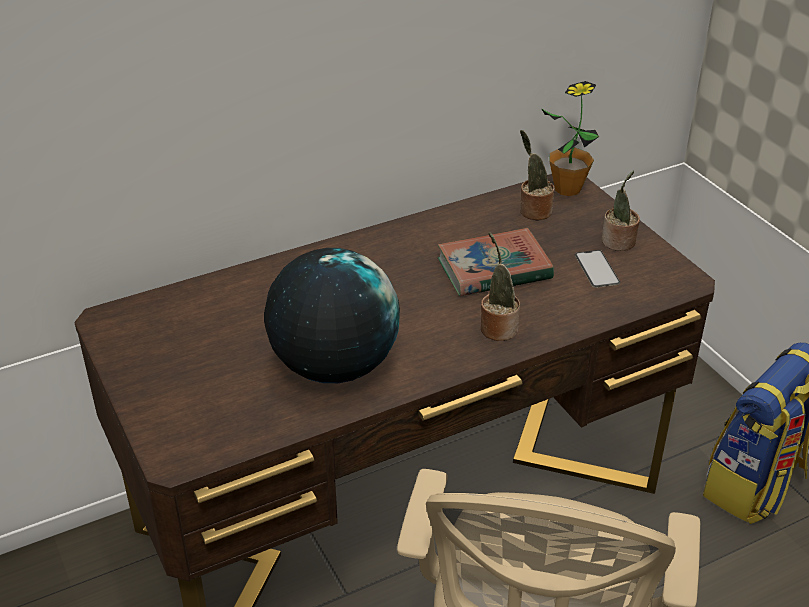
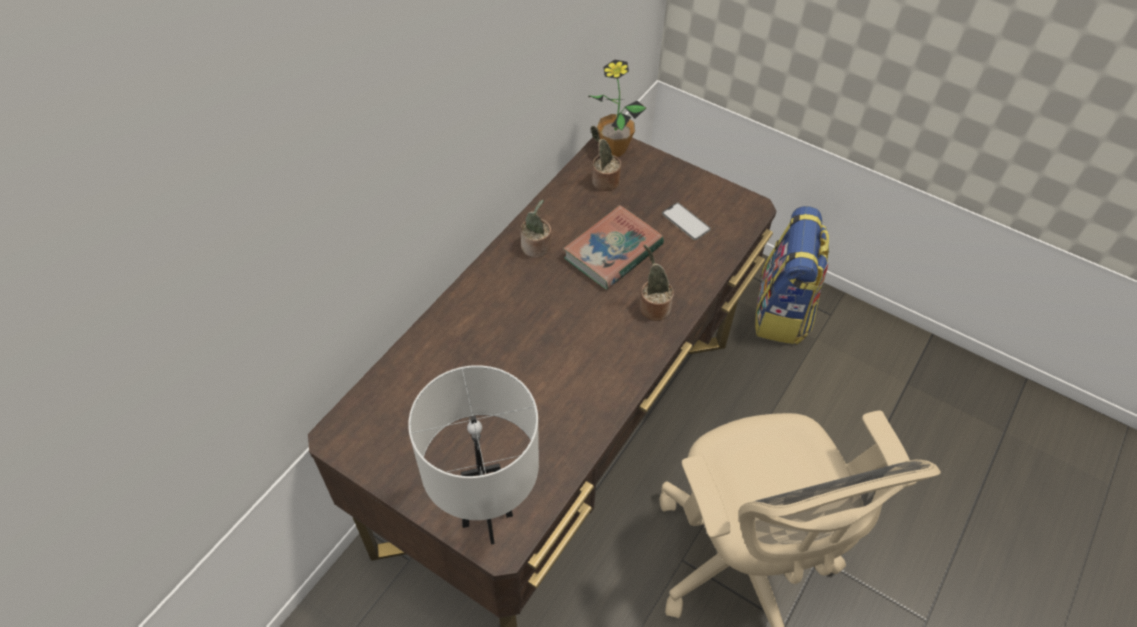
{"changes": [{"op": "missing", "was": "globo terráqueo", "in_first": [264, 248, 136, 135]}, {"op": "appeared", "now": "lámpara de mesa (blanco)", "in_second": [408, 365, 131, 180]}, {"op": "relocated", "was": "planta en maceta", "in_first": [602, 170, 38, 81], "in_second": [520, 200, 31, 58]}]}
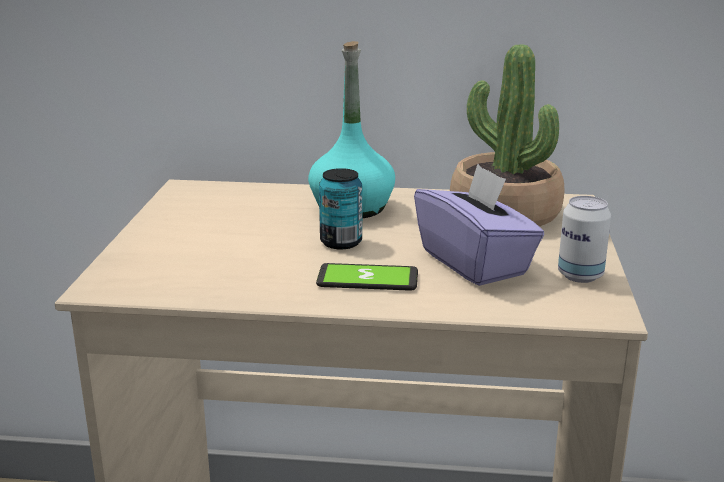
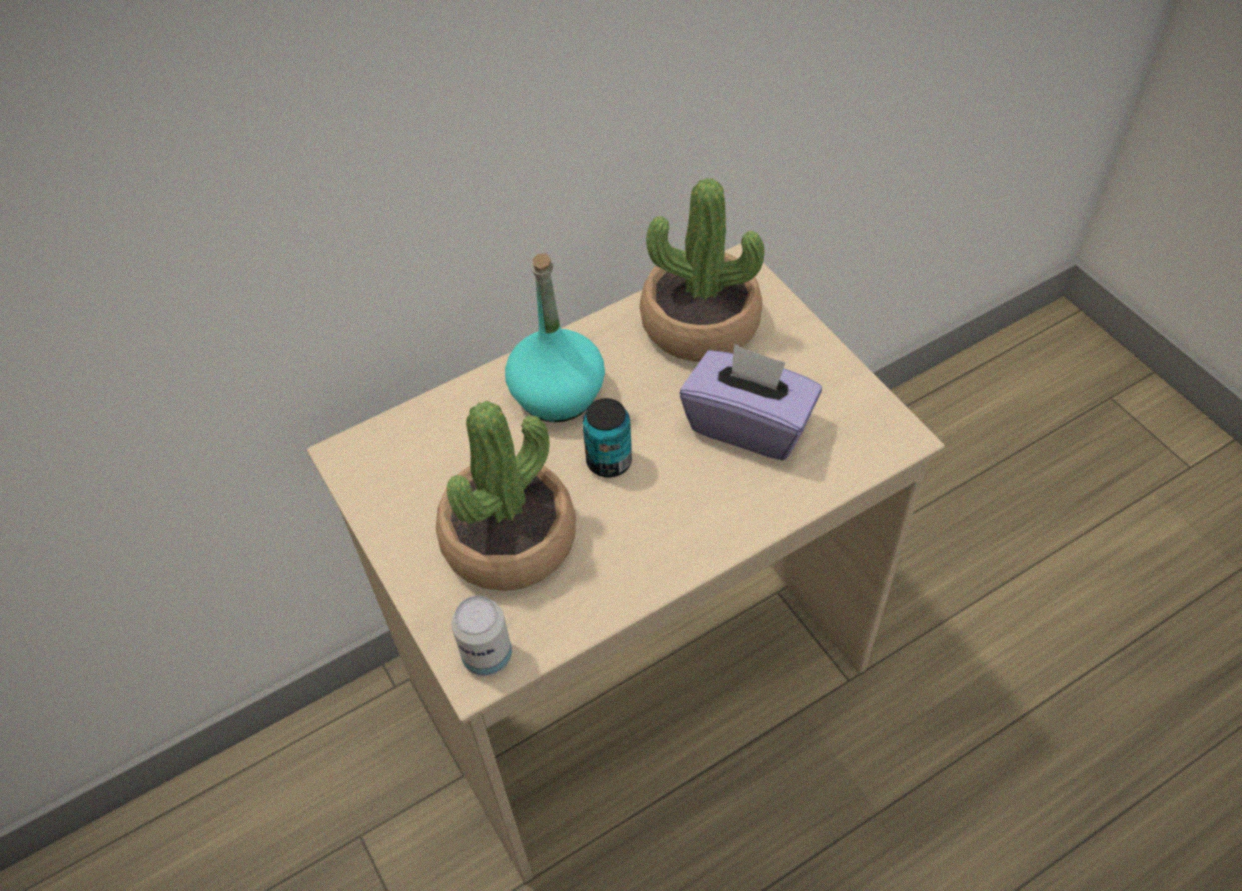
{"changes": [{"op": "missing", "was": "móvil", "in_first": [316, 263, 102, 28]}, {"op": "appeared", "now": "planta en maceta", "in_second": [436, 401, 140, 190]}, {"op": "relocated", "was": "lata", "in_first": [558, 196, 53, 87], "in_second": [451, 596, 61, 80]}]}
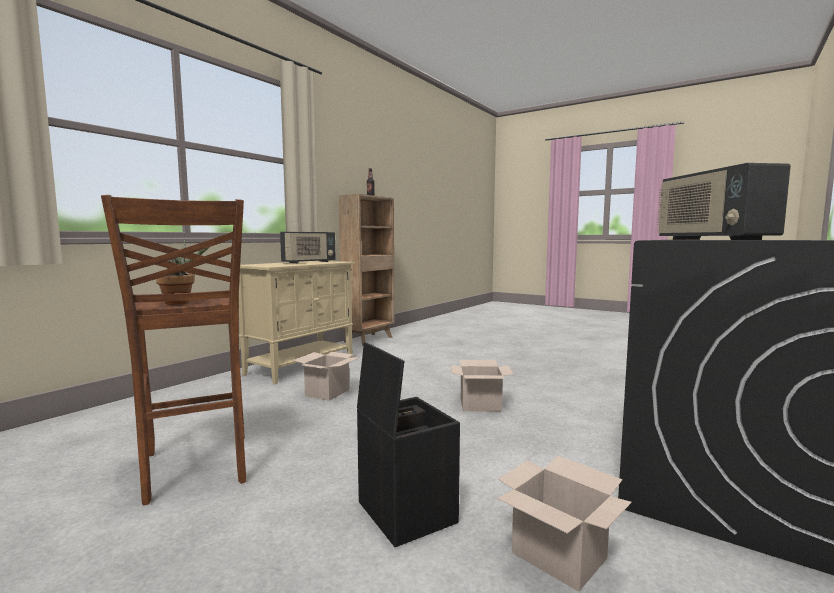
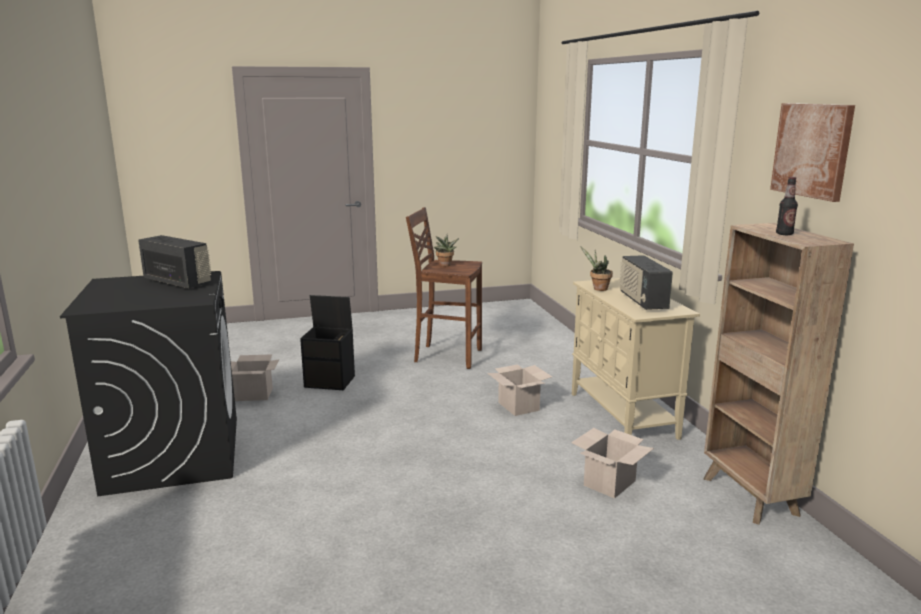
{"changes": [{"op": "appeared", "now": "planta en maceta", "in_second": [580, 246, 33, 45]}, {"op": "appeared", "now": "cuadro", "in_second": [770, 103, 85, 99]}, {"op": "relocated", "was": "caja de cartón", "in_first": [451, 360, 62, 52], "in_second": [571, 428, 83, 71]}]}
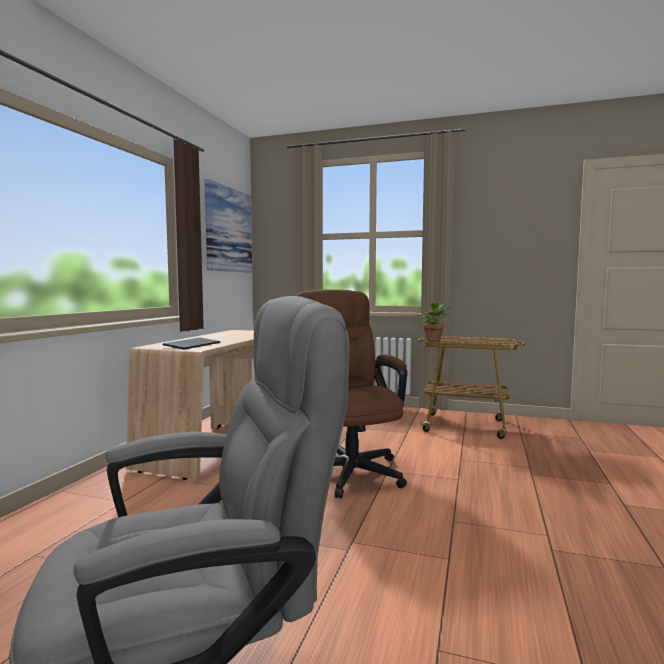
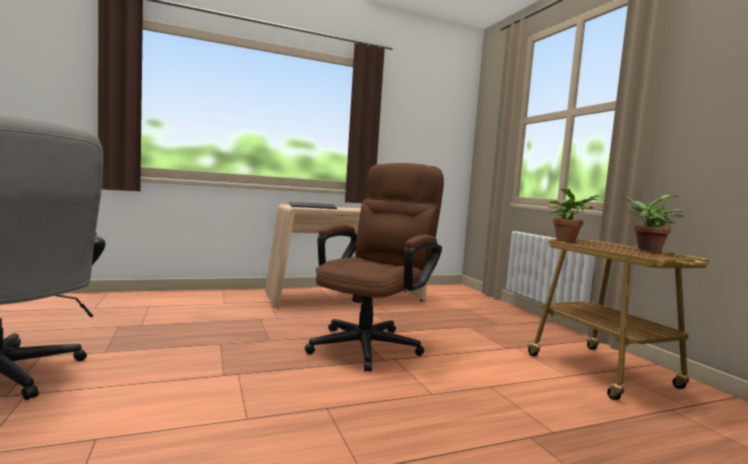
{"changes": [{"op": "missing", "was": "cuadro", "in_first": [205, 179, 47, 94]}, {"op": "appeared", "now": "planta en maceta", "in_second": [621, 195, 63, 57]}]}
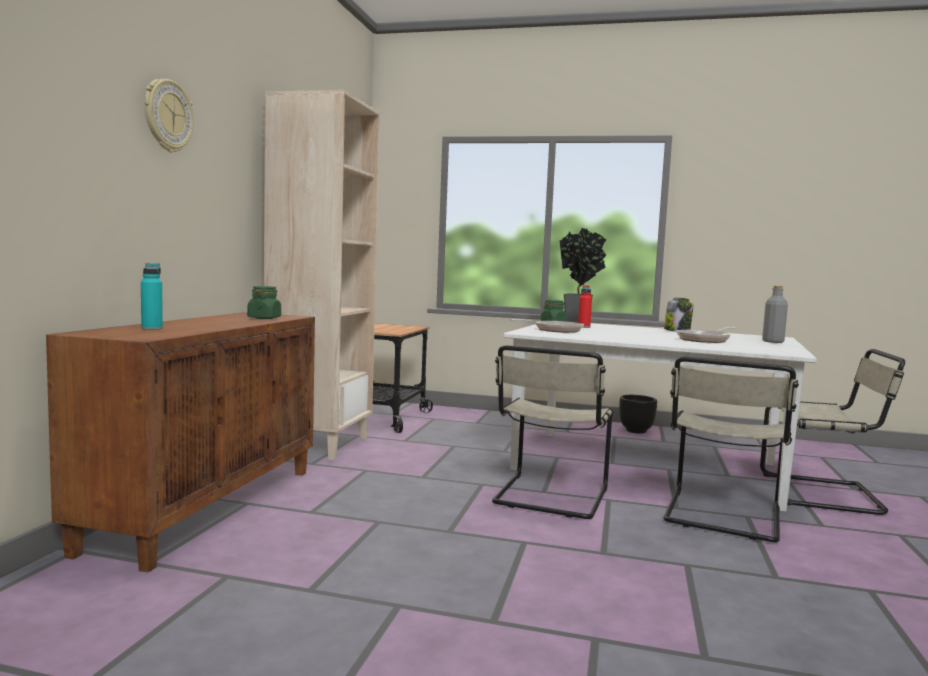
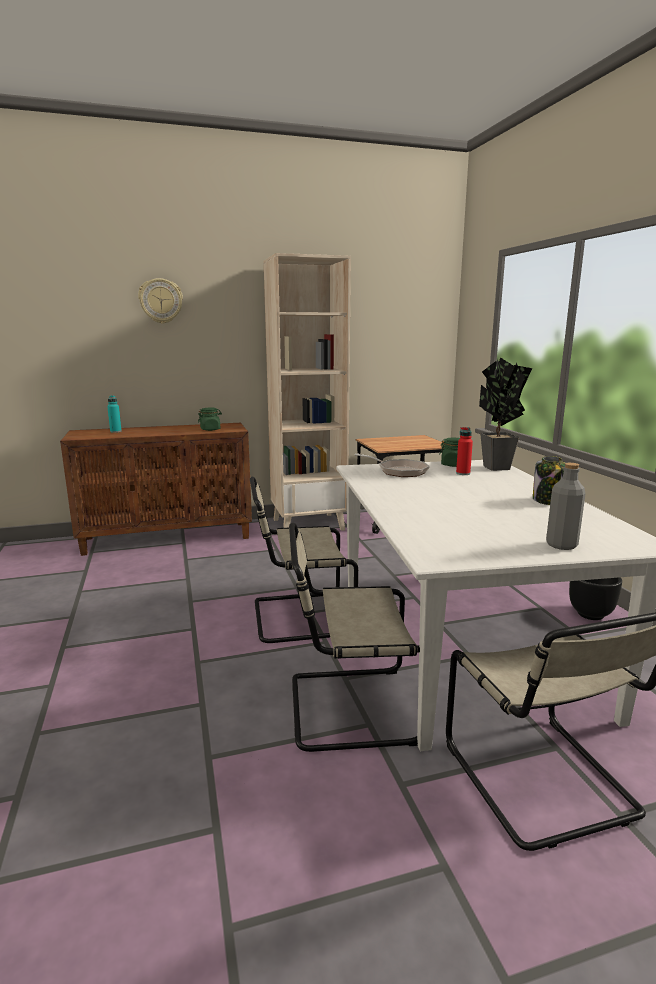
{"changes": [{"op": "missing", "was": "sartén", "in_first": [676, 327, 60, 16]}]}
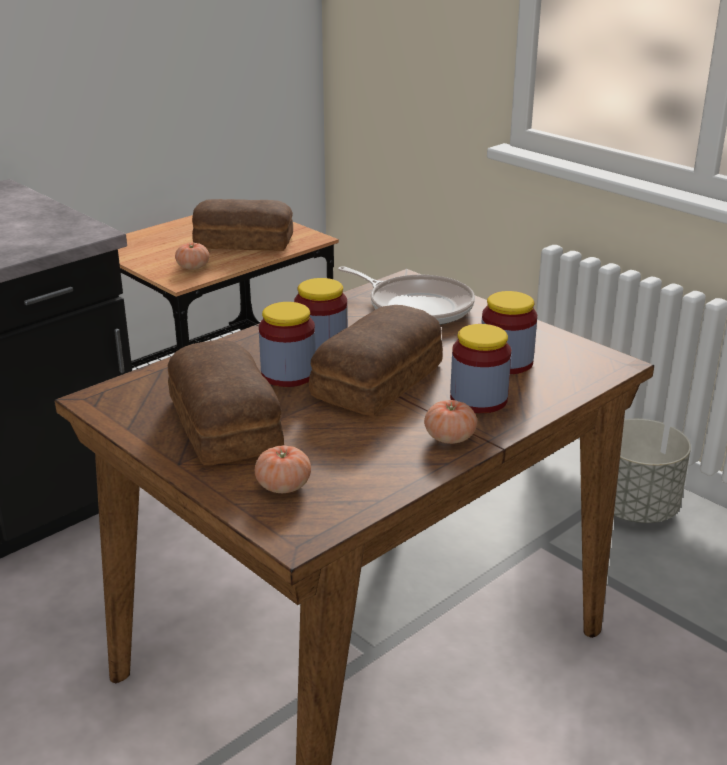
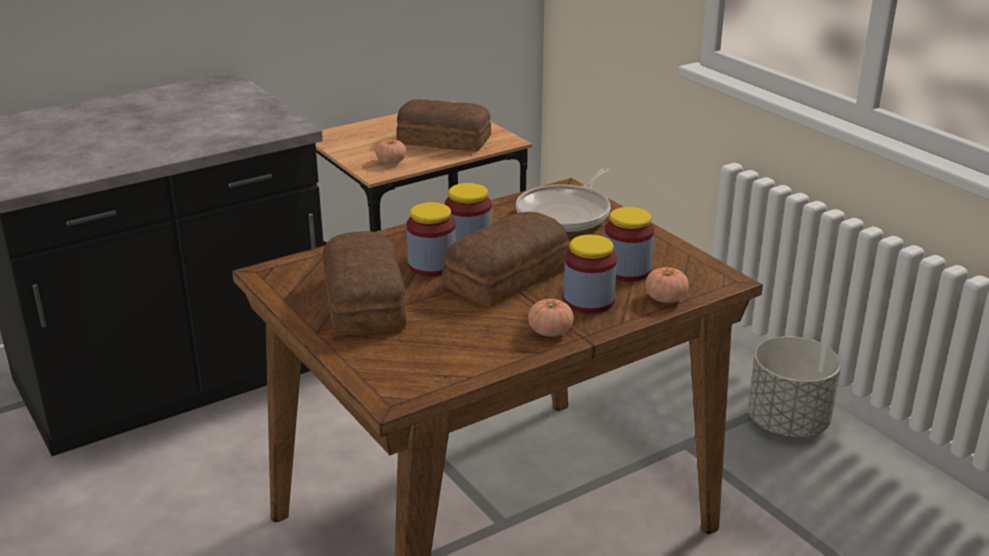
{"changes": [{"op": "relocated", "was": "tomate", "in_first": [255, 446, 56, 47], "in_second": [645, 267, 44, 36]}, {"op": "spun", "was": "sartén", "in_first": [338, 266, 137, 59], "in_second": [516, 168, 94, 65], "clockwise": 75}]}
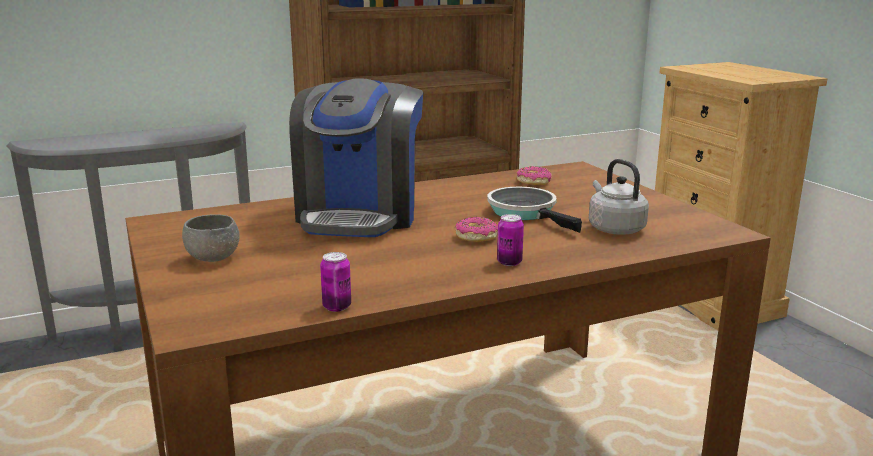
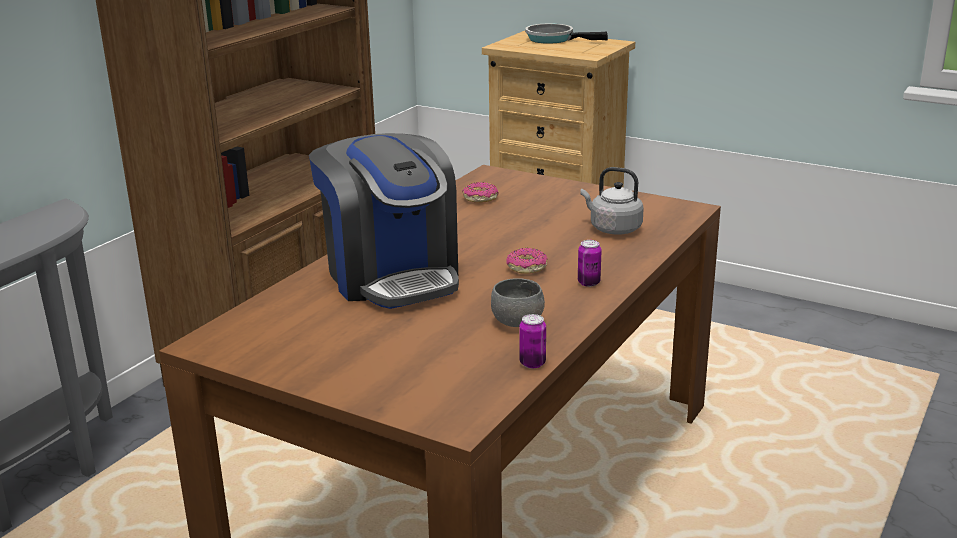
{"changes": [{"op": "relocated", "was": "cuenco (gris)", "in_first": [182, 214, 58, 48], "in_second": [491, 278, 54, 49]}, {"op": "relocated", "was": "sartén", "in_first": [487, 187, 95, 46], "in_second": [525, 24, 83, 20]}]}
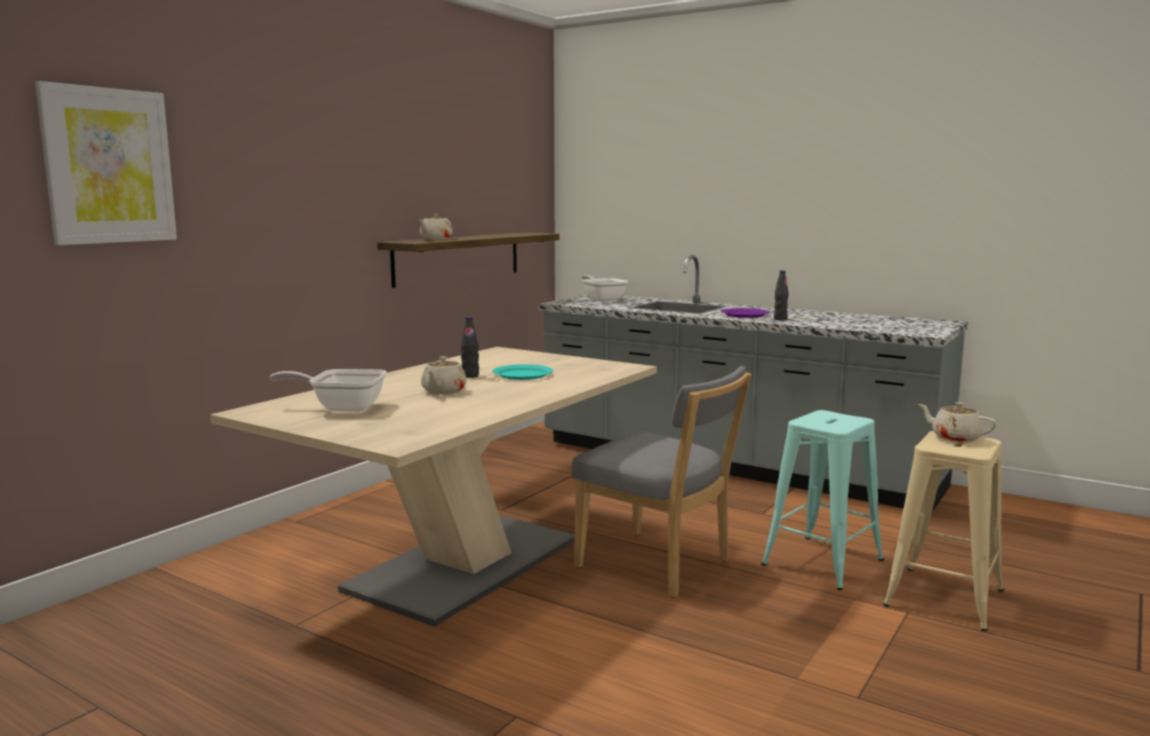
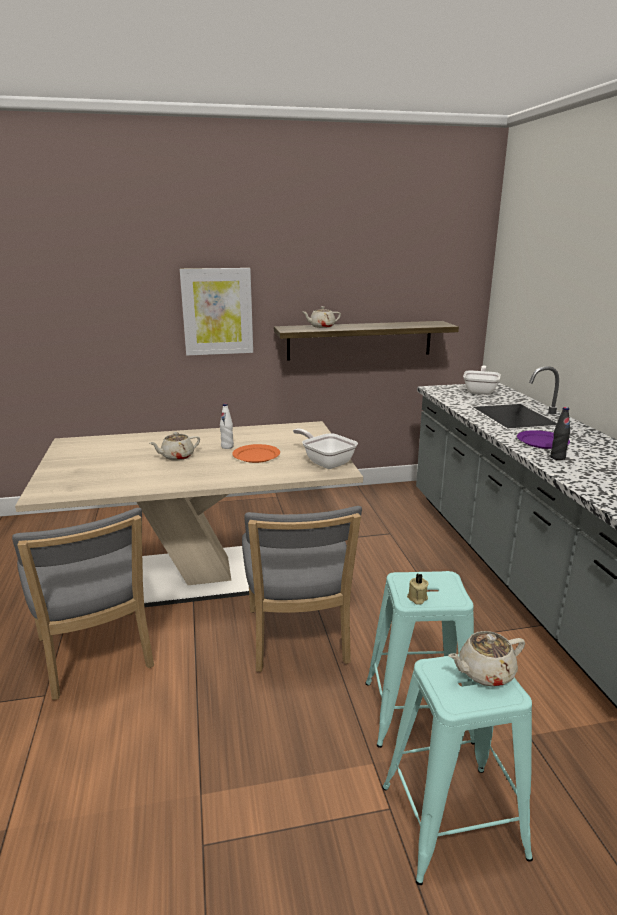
{"changes": [{"op": "appeared", "now": "silla (gris)", "in_second": [12, 508, 142, 192]}, {"op": "appeared", "now": "vela (beis)", "in_second": [407, 573, 22, 32]}, {"op": "relocated", "was": "cuadro", "in_first": [35, 81, 142, 164], "in_second": [180, 268, 73, 87]}, {"op": "relocated", "was": "sartén", "in_first": [270, 369, 117, 43], "in_second": [293, 428, 65, 41]}, {"op": "colour", "was": "botella (negro)", "now": "botella (blanco)", "in_first": [461, 317, 18, 61], "in_second": [220, 403, 14, 46]}, {"op": "colour", "was": "plato (turquesa)", "now": "plato (naranja)", "in_first": [492, 364, 61, 16], "in_second": [232, 444, 48, 19]}, {"op": "colour", "was": "taburete (beis)", "now": "taburete (turquesa)", "in_first": [883, 431, 121, 200], "in_second": [382, 654, 151, 231]}, {"op": "spun", "was": "tetera (beis)", "in_first": [918, 402, 79, 40], "in_second": [448, 631, 77, 56], "clockwise": -105}]}
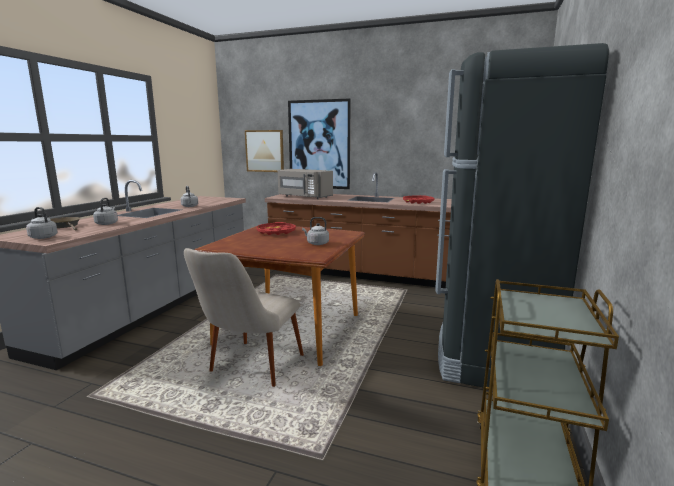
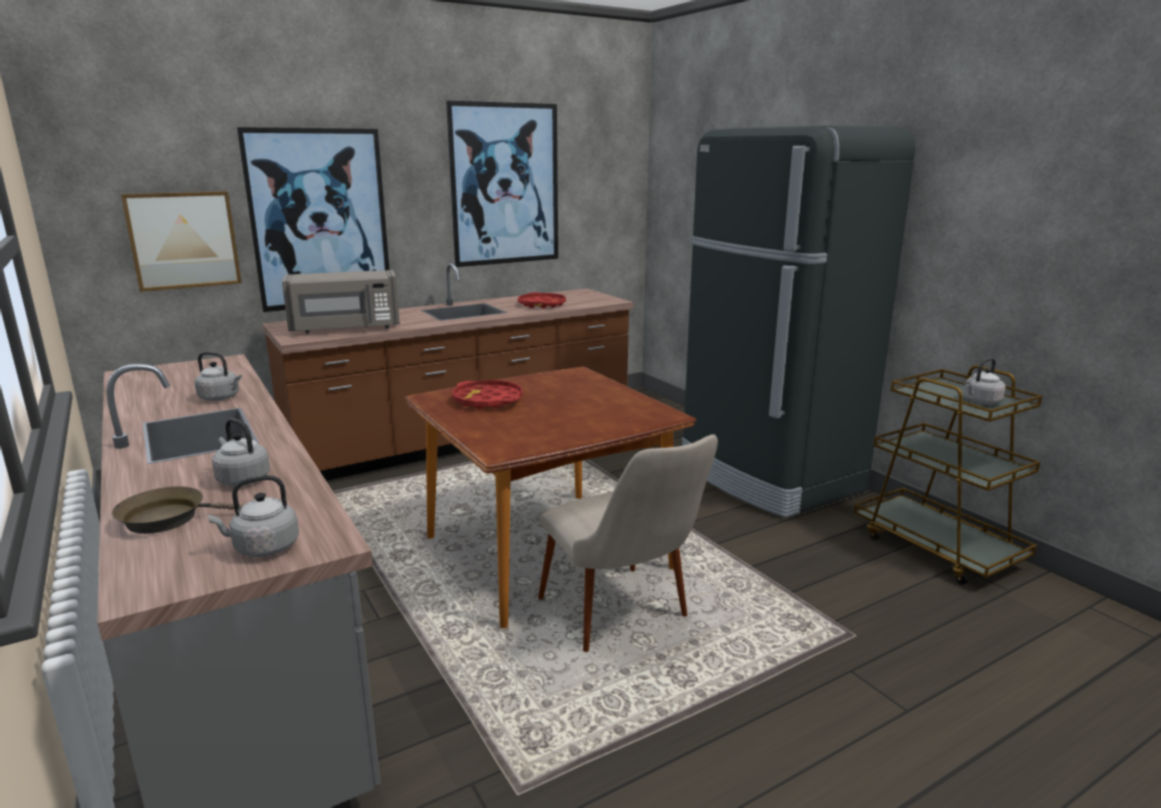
{"changes": [{"op": "appeared", "now": "cuadro", "in_second": [446, 101, 112, 166]}, {"op": "relocated", "was": "hervidor (gris)", "in_first": [302, 217, 27, 28], "in_second": [963, 358, 42, 46]}]}
